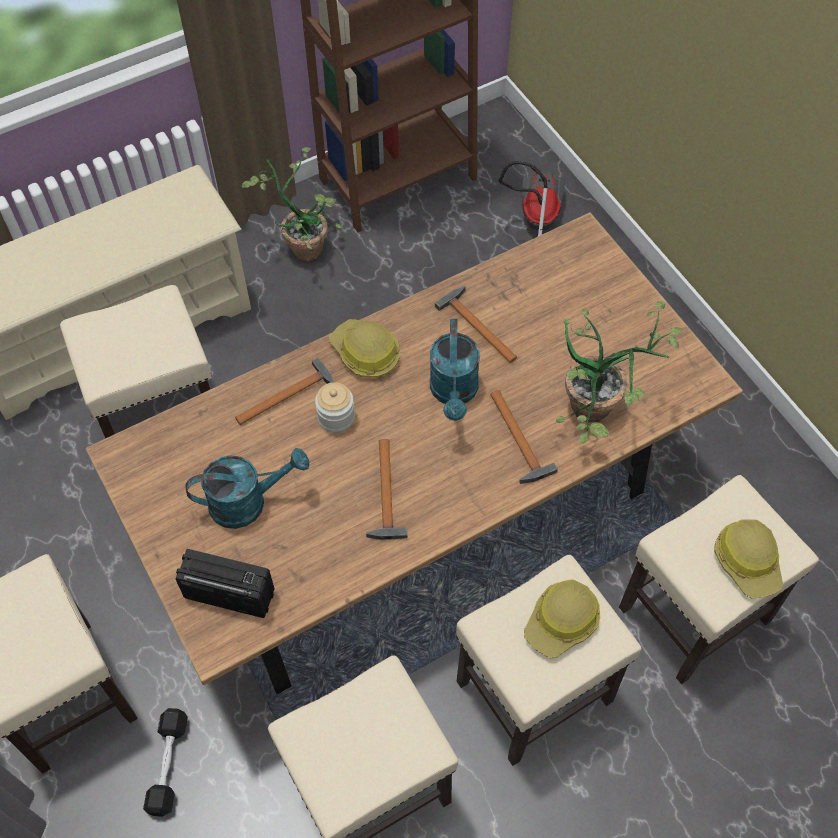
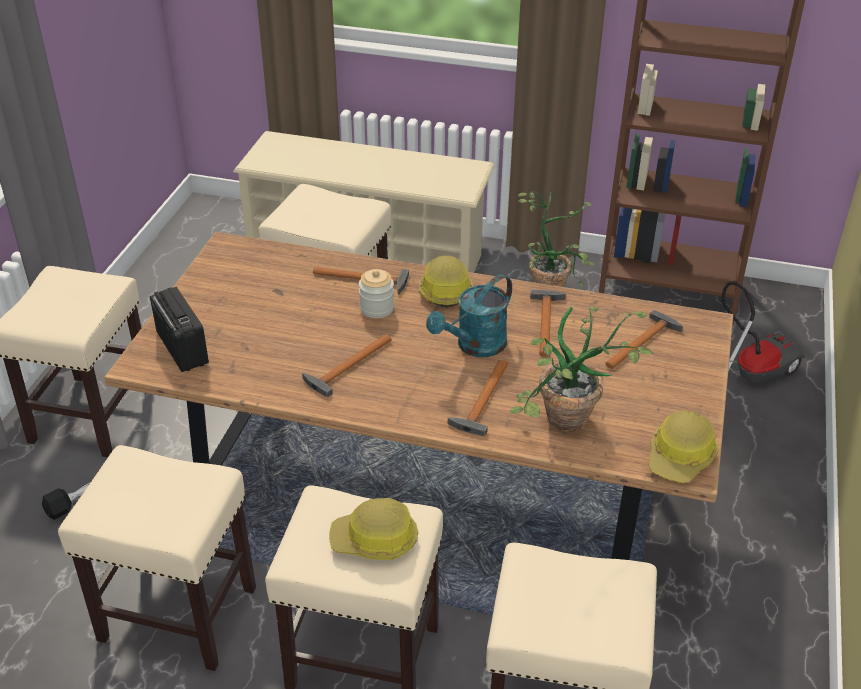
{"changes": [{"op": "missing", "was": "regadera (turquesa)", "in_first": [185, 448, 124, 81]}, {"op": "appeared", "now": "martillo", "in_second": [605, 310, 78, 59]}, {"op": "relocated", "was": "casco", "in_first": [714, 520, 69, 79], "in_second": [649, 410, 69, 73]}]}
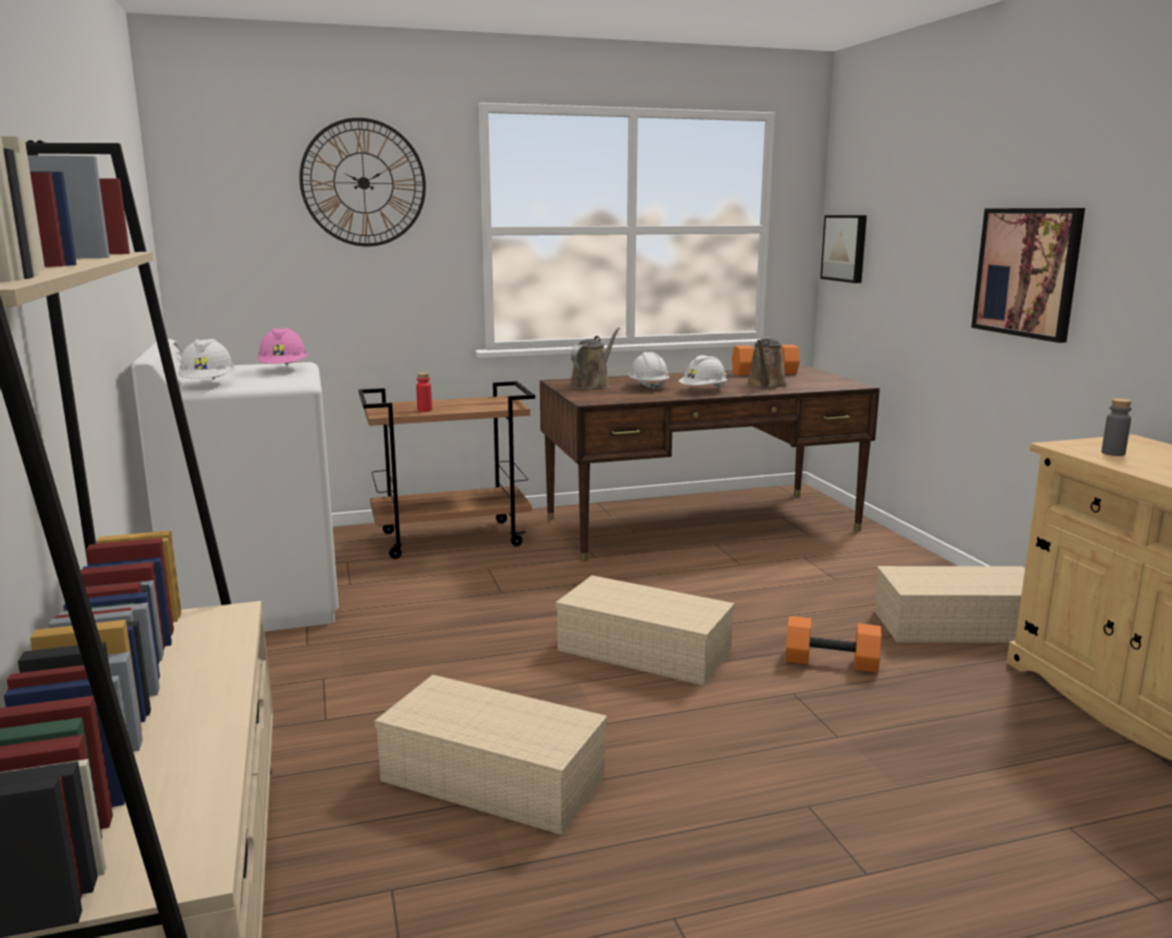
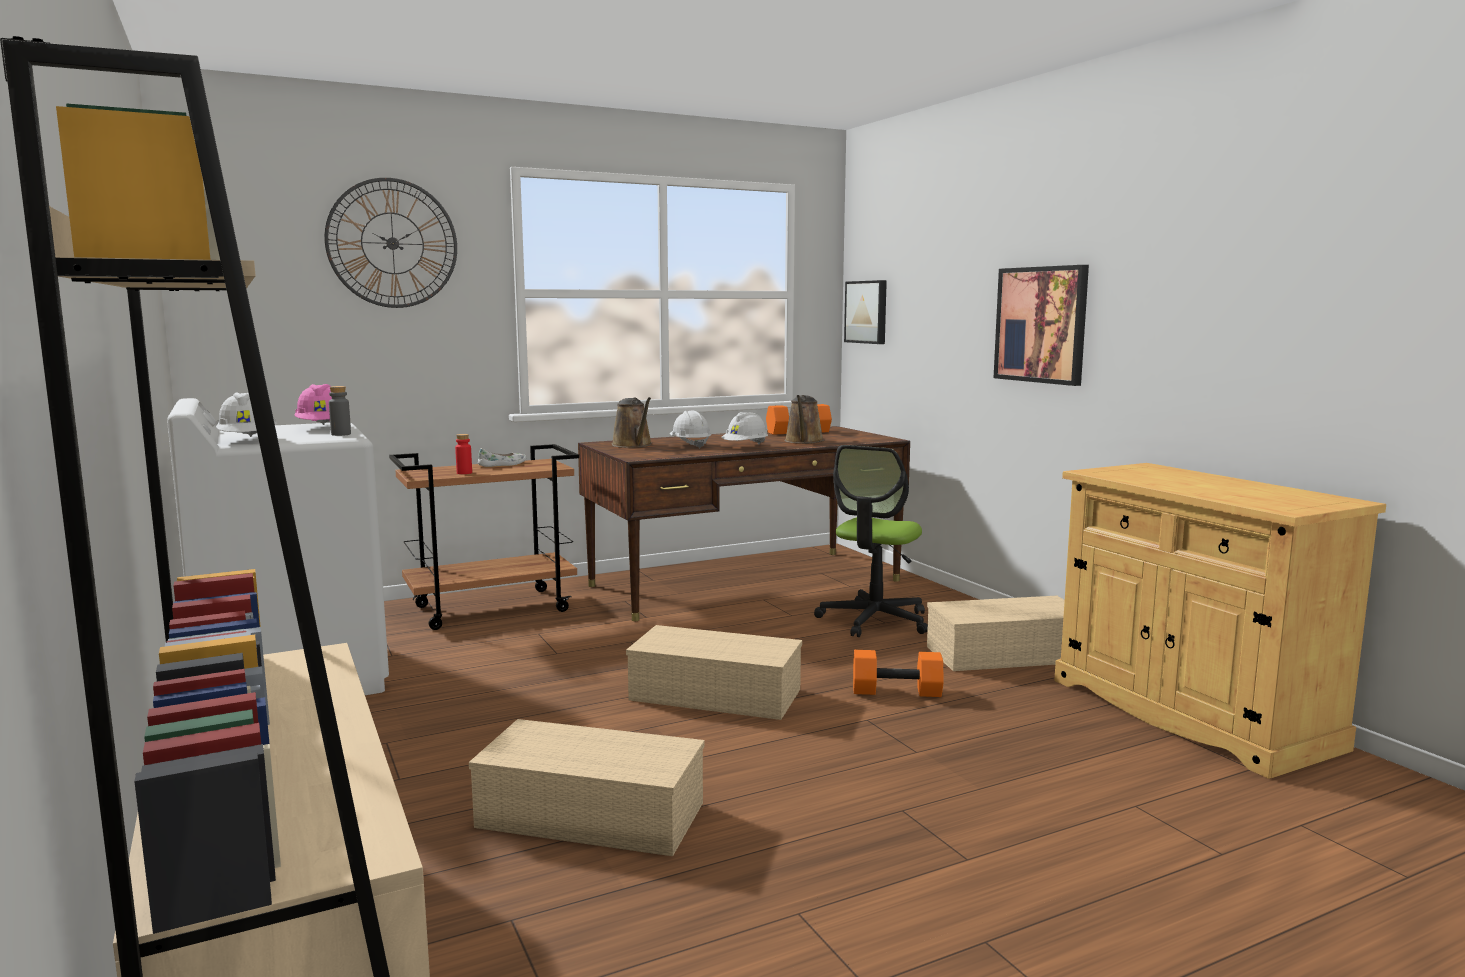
{"changes": [{"op": "appeared", "now": "zapato (blanco)", "in_second": [478, 448, 48, 19]}, {"op": "appeared", "now": "silla de oficina", "in_second": [814, 445, 114, 192]}, {"op": "relocated", "was": "botella (gris)", "in_first": [1101, 398, 31, 58], "in_second": [329, 386, 22, 50]}, {"op": "spun", "was": "regadera (marrón)", "in_first": [569, 328, 51, 62], "in_second": [612, 397, 40, 51], "clockwise": 135}]}
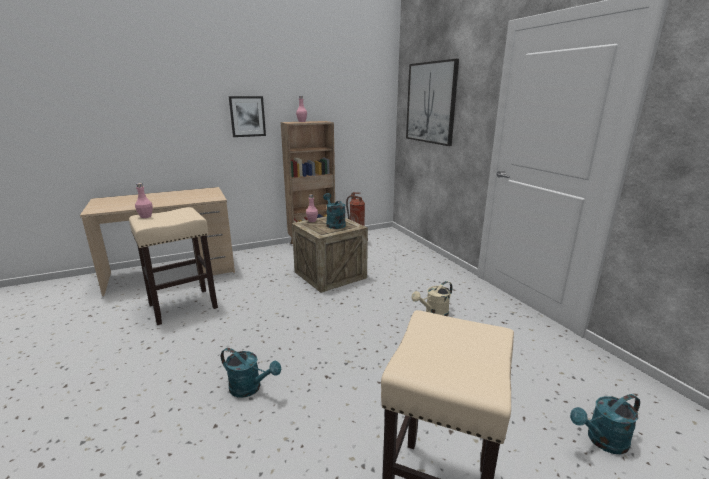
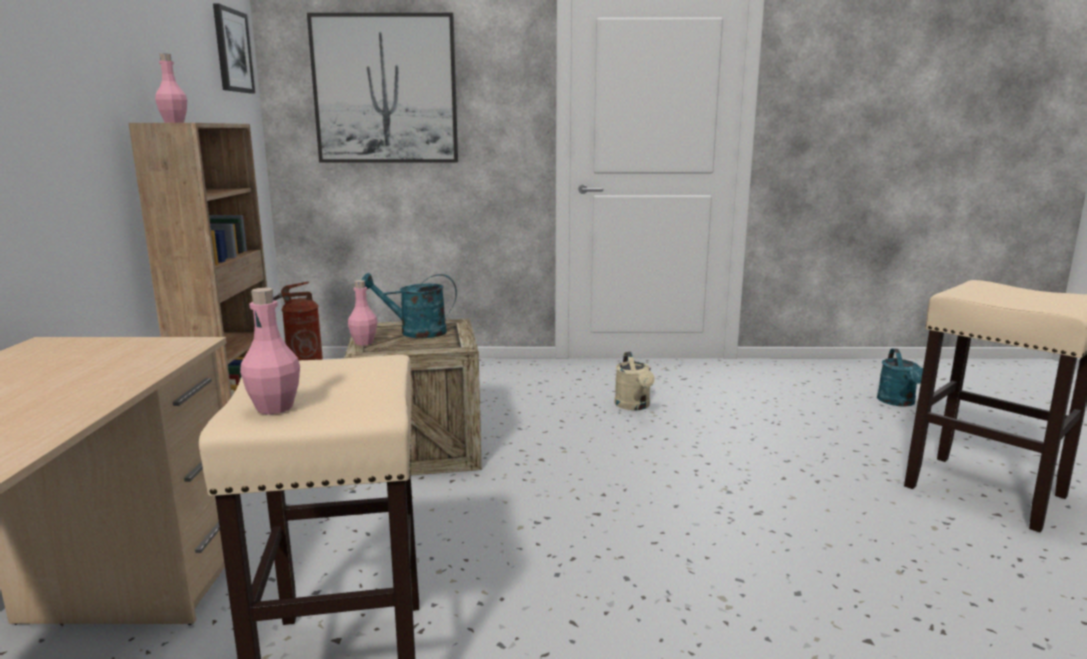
{"changes": [{"op": "missing", "was": "regadera (turquesa)", "in_first": [221, 348, 60, 50]}, {"op": "relocated", "was": "cuadro", "in_first": [229, 96, 37, 41], "in_second": [213, 4, 42, 89]}]}
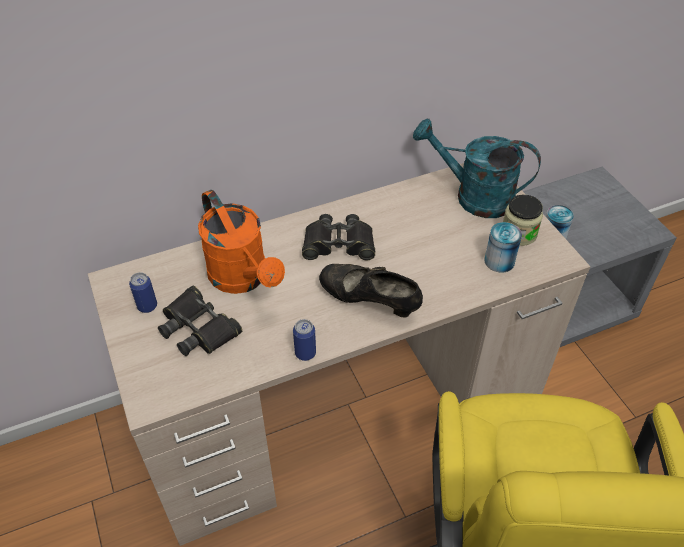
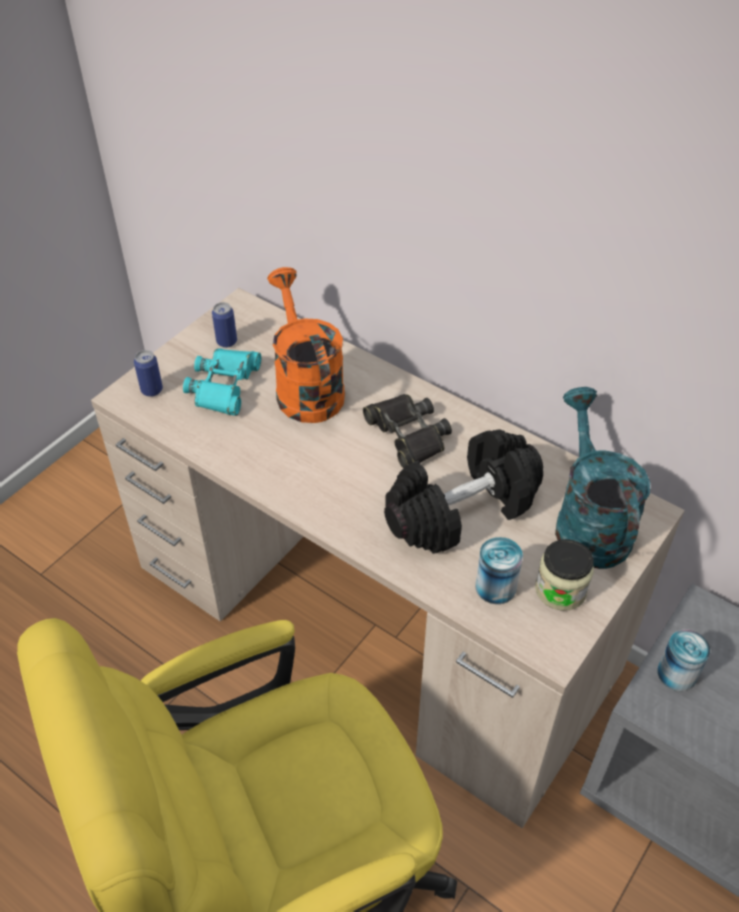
{"changes": [{"op": "missing", "was": "zapato (negro)", "in_first": [319, 264, 104, 54]}, {"op": "appeared", "now": "mancuerna (negro)", "in_second": [384, 430, 159, 124]}, {"op": "relocated", "was": "lata", "in_first": [293, 319, 23, 42], "in_second": [134, 350, 29, 47]}, {"op": "colour", "was": "prismáticos (negro)", "now": "prismáticos (turquesa)", "in_first": [158, 286, 84, 70], "in_second": [183, 348, 78, 68]}, {"op": "spun", "was": "regadera (naranja)", "in_first": [198, 190, 87, 104], "in_second": [267, 267, 78, 156], "clockwise": 135}]}
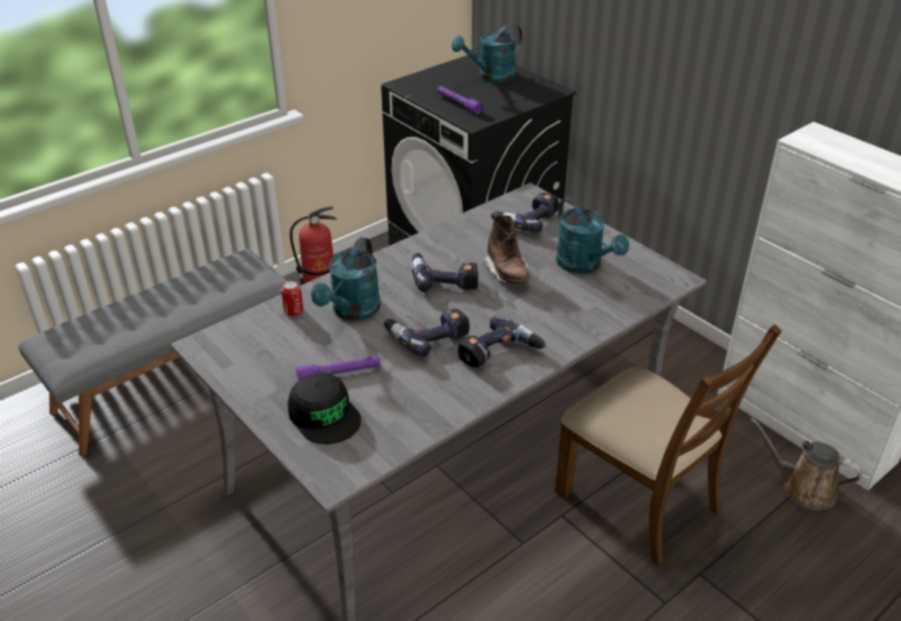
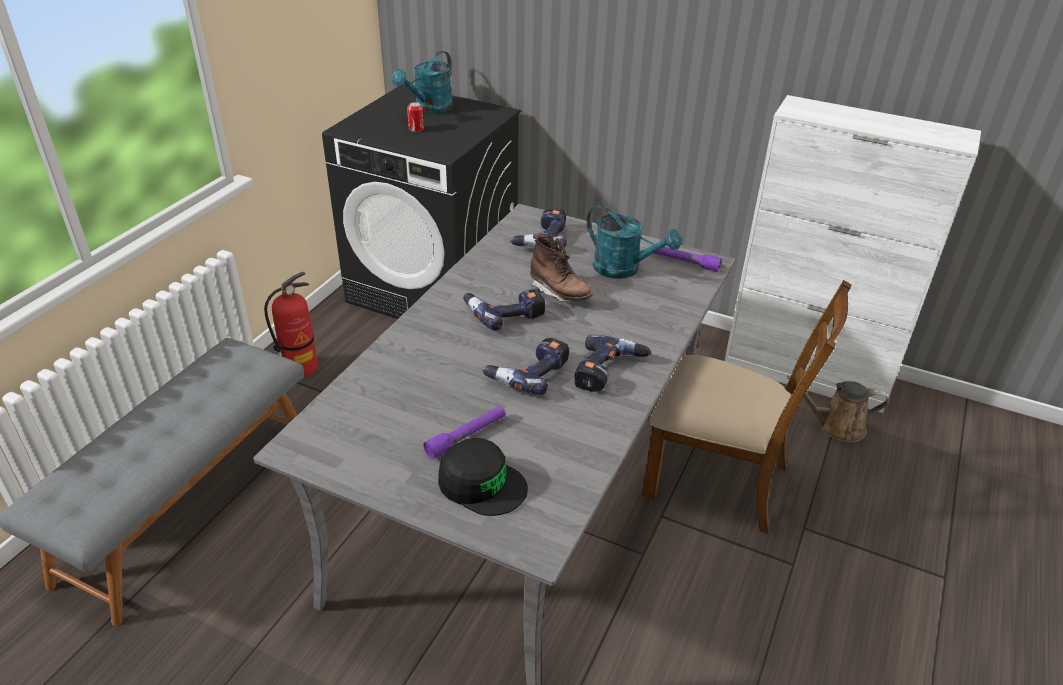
{"changes": [{"op": "missing", "was": "regadera (turquesa)", "in_first": [311, 237, 70, 84]}, {"op": "relocated", "was": "lata", "in_first": [281, 281, 22, 35], "in_second": [407, 102, 17, 30]}, {"op": "relocated", "was": "linterna (morado)", "in_first": [437, 86, 46, 29], "in_second": [654, 247, 68, 25]}]}
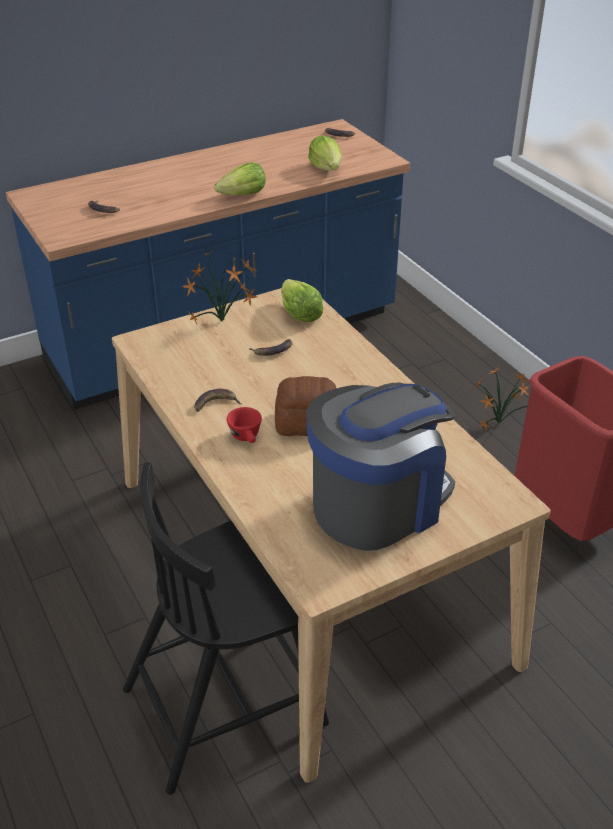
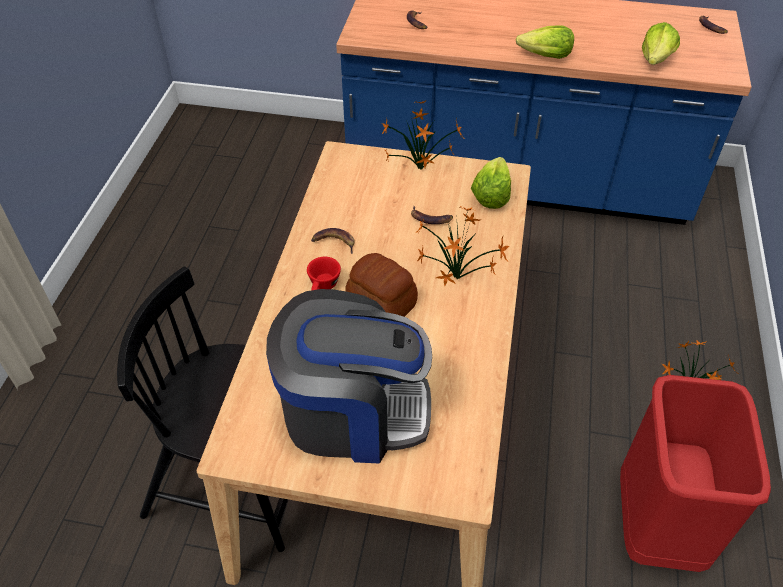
{"changes": [{"op": "appeared", "now": "planta en maceta", "in_second": [415, 206, 94, 81]}]}
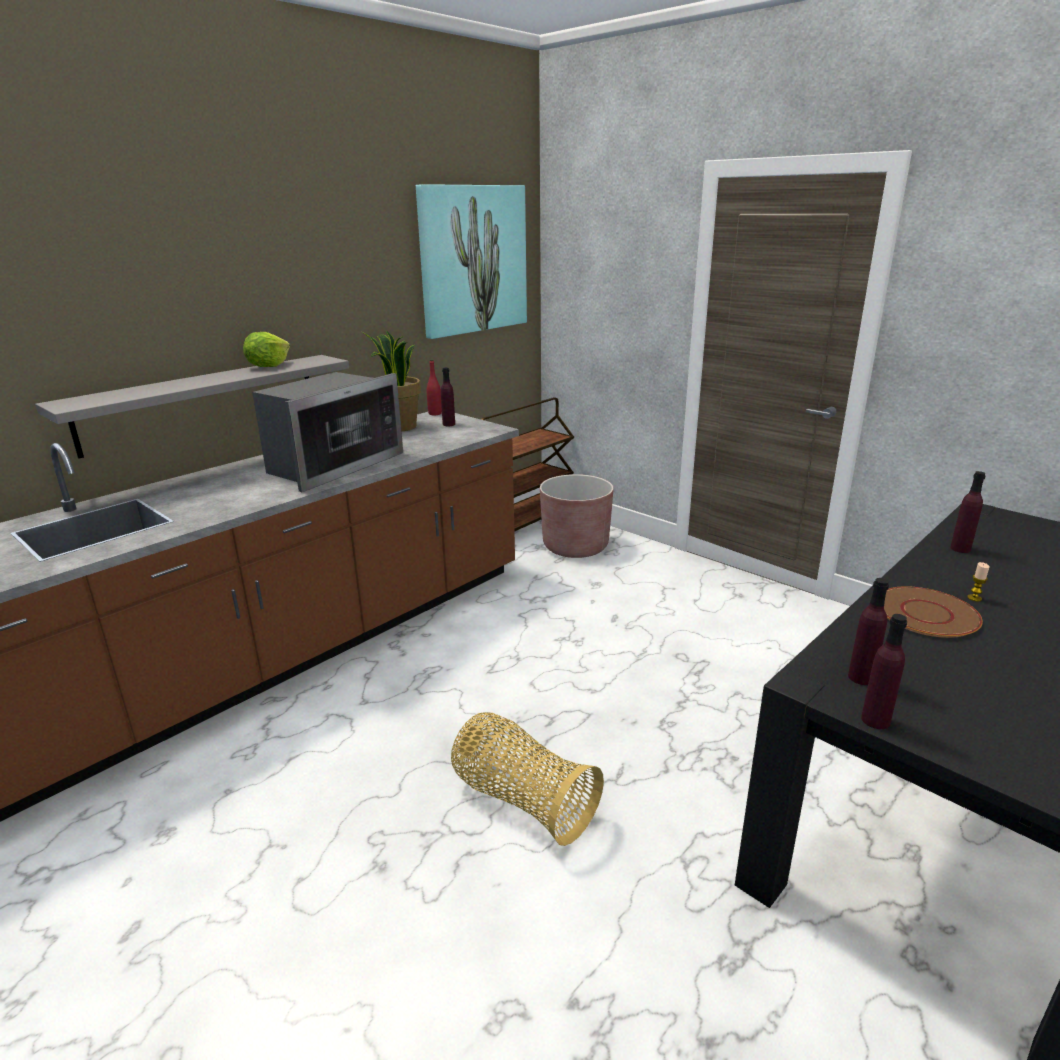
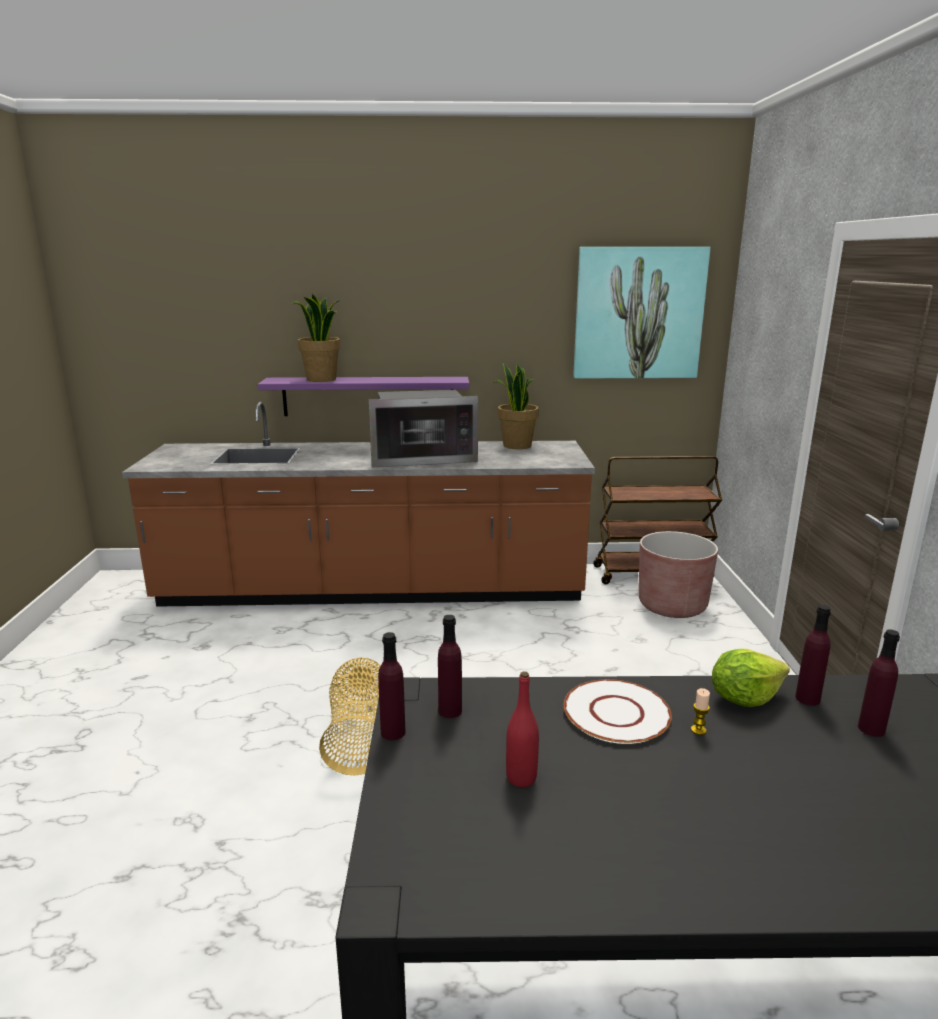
{"changes": [{"op": "appeared", "now": "planta en maceta", "in_second": [291, 294, 49, 88]}, {"op": "relocated", "was": "lechuga", "in_first": [243, 332, 47, 35], "in_second": [712, 649, 78, 58]}, {"op": "relocated", "was": "botella (rojo)", "in_first": [427, 359, 15, 57], "in_second": [506, 671, 33, 116]}, {"op": "relocated", "was": "botella (morado)", "in_first": [441, 367, 14, 59], "in_second": [858, 629, 42, 108]}, {"op": "colour", "was": "estante (gris)", "now": "estante (morado)", "in_first": [35, 355, 314, 104], "in_second": [258, 377, 211, 39]}, {"op": "colour", "was": "plato (marrón)", "now": "plato (blanco)", "in_first": [884, 586, 99, 52], "in_second": [564, 679, 108, 65]}]}
